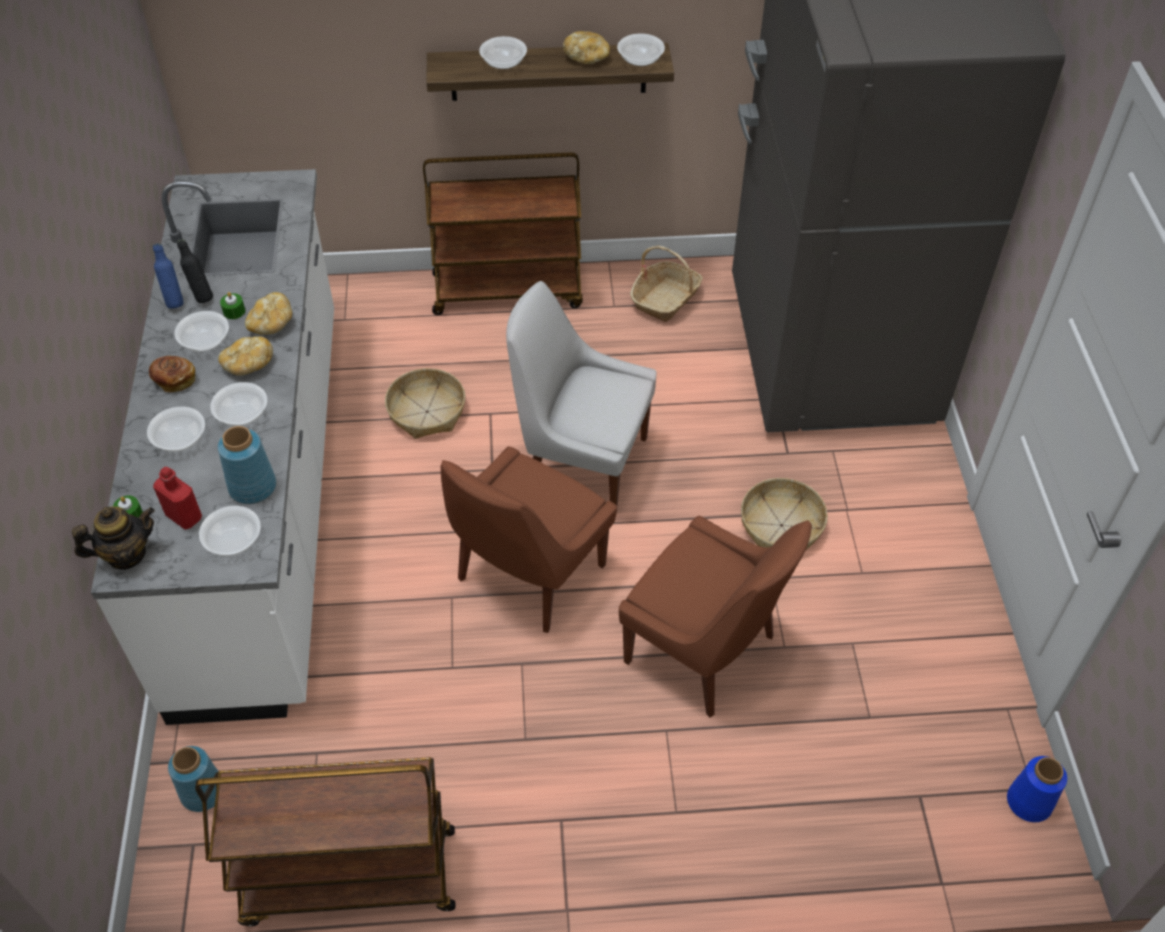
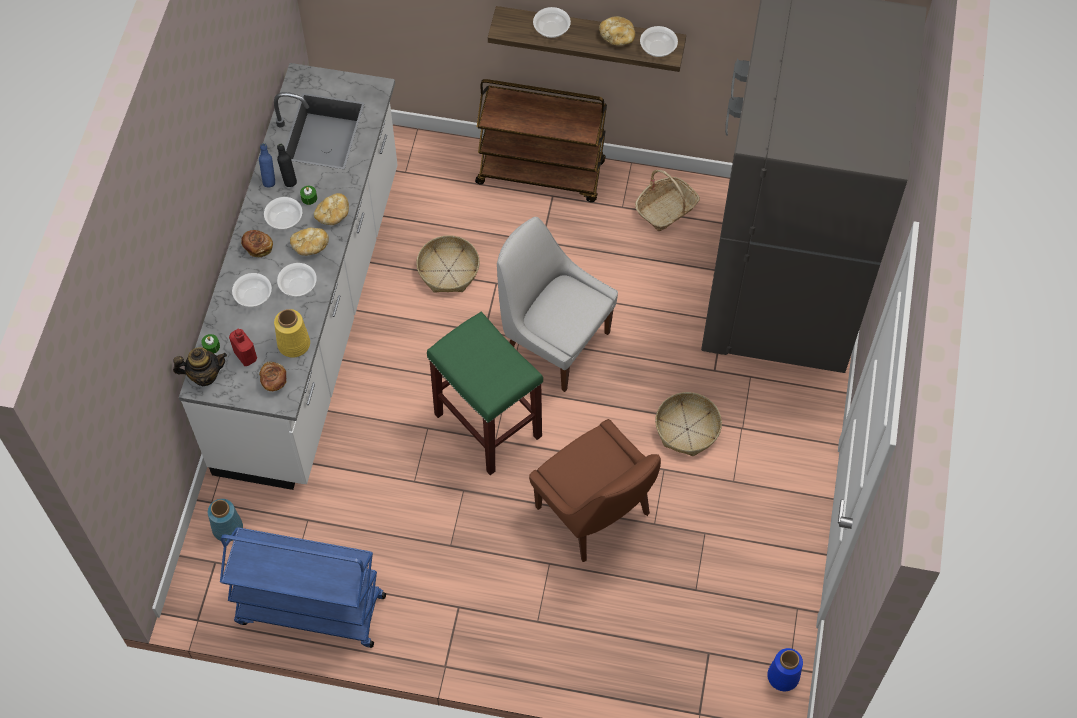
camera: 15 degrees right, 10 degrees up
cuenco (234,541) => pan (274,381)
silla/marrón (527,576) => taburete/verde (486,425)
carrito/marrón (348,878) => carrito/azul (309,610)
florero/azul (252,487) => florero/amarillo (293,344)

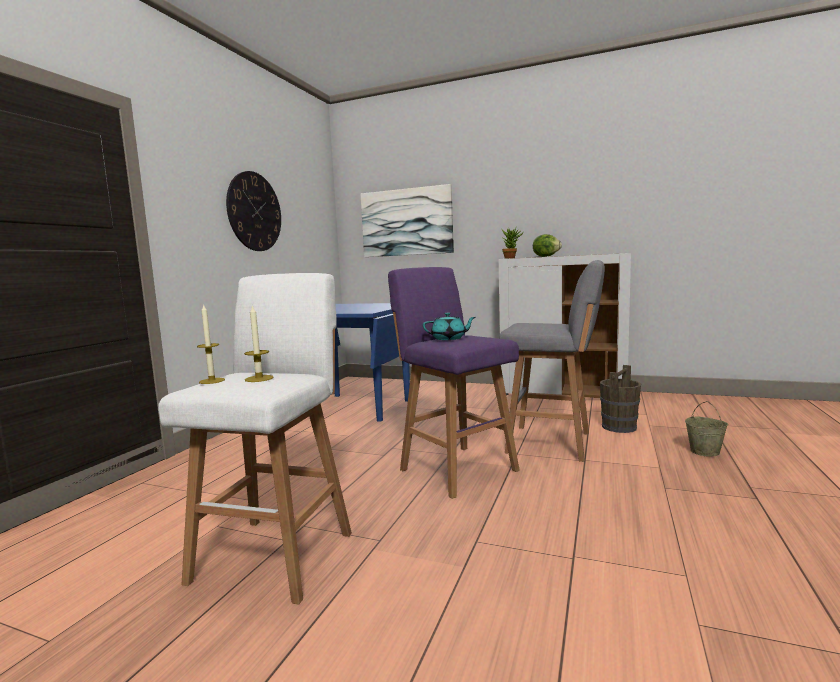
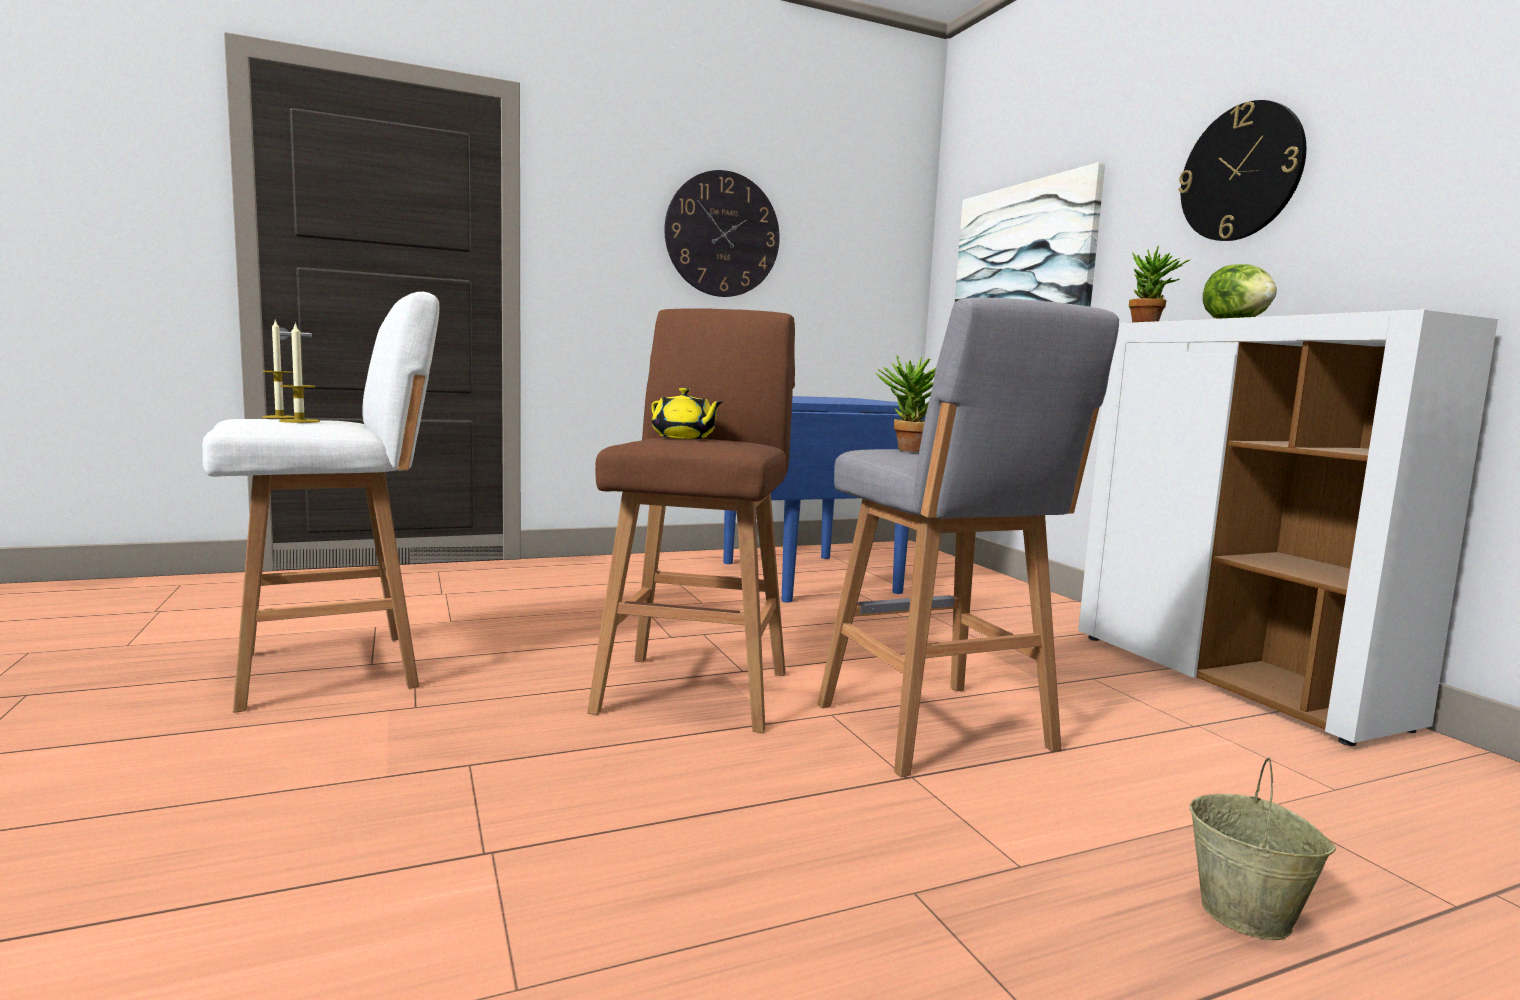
camera: 45 degrees right, 0 degrees up
cubo/marrón (619,427) => nothing
nothing => planta en maceta (907,450)
nothing => reloj de pared (1241,172)
taburete/morado (456,469) => taburete/marrón (695,689)
tetera/turquesa (449,338) => tetera/amarillo (684,437)

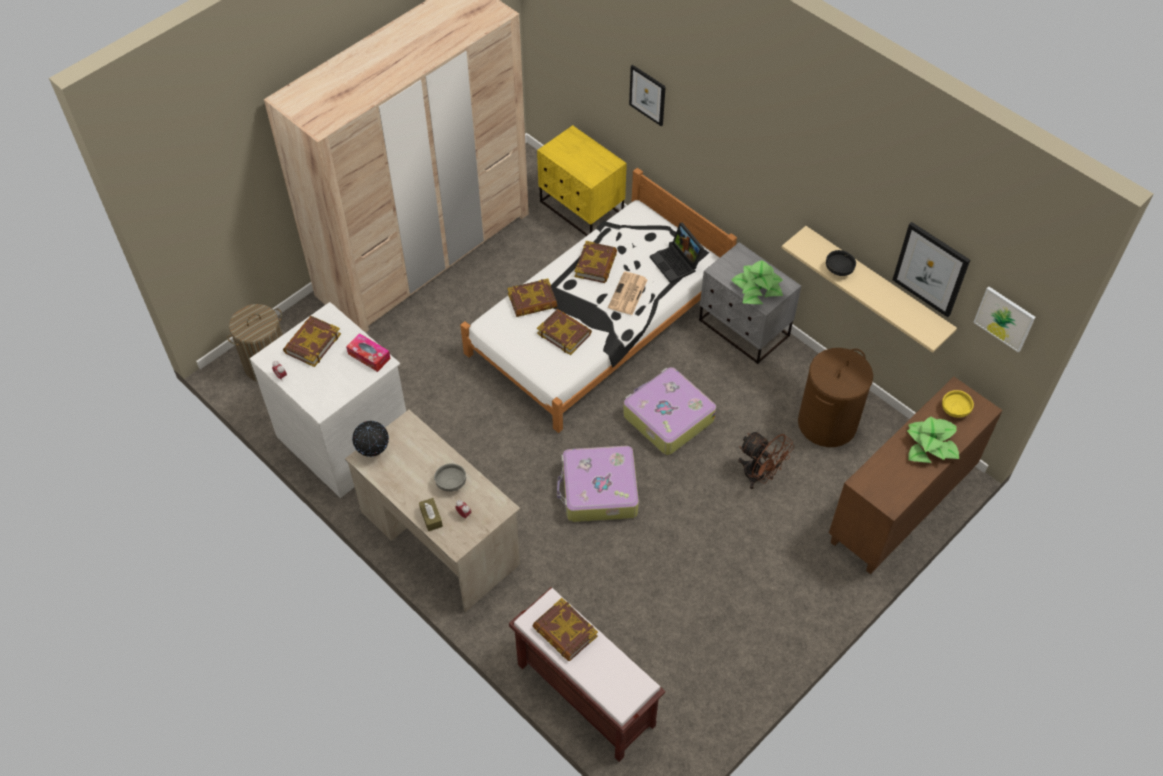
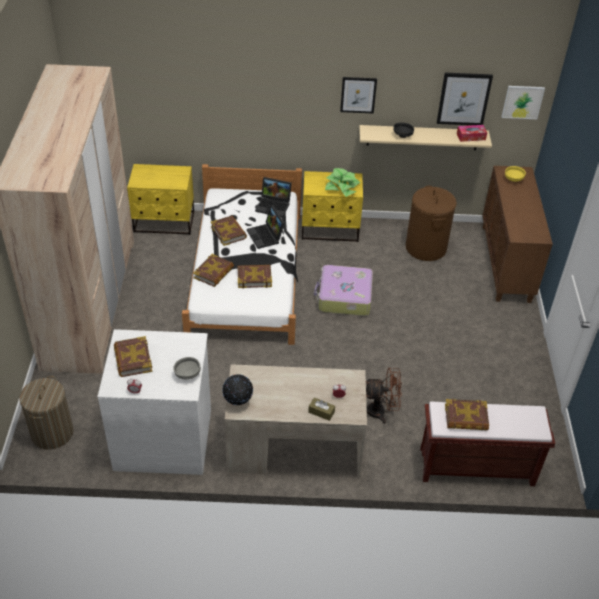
camera: 45 degrees left, 10 degrees down
maleta (598,491) => nothing
planta en maceta (931,445) => nothing
caja de pañuelos (369,356) => caja de pañuelos (471,136), shifted
cuenco/gris (451,483) => cuenco/gris (187,374), shifted
cuadro (647,95) => cuadro (358,94), shifted
ventilador/marrón (759,476) => ventilador/marrón (381,411), shifted
periódico (628,294) => portátil (266,236)
mesita de noche/gris (743,329) => mesita de noche/amarillo (330,229)

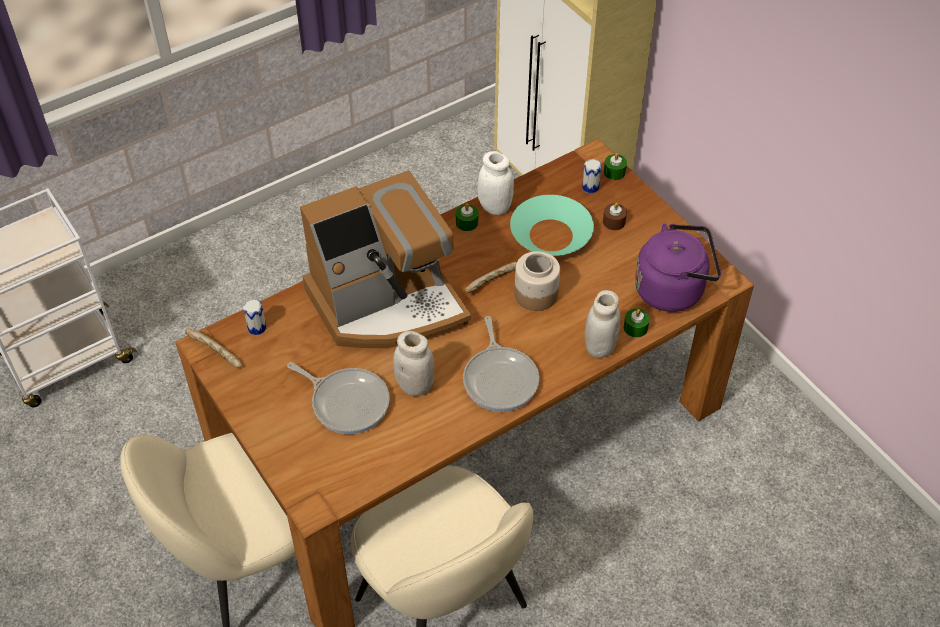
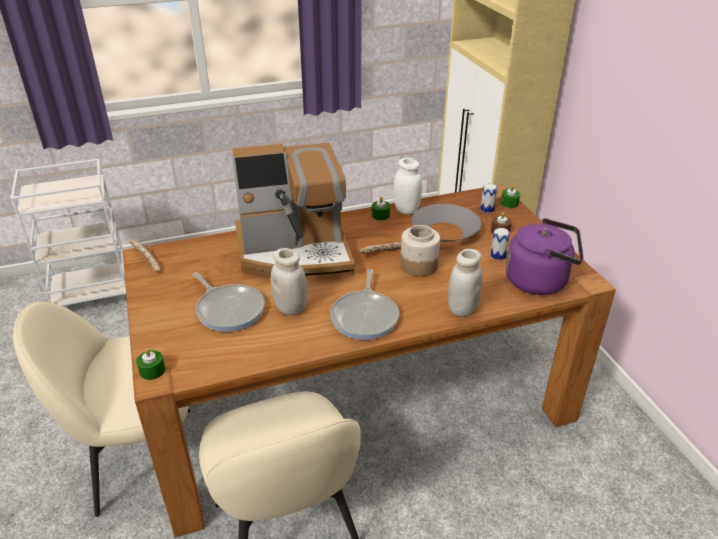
camera: 15 degrees right, 15 degrees down
lata (257,327) => lata (498,255), shifted
vela/verde (635,328) => vela/verde (152,371), shifted
cuenco/turquesa (550,235) => cuenco/gris (444,231)

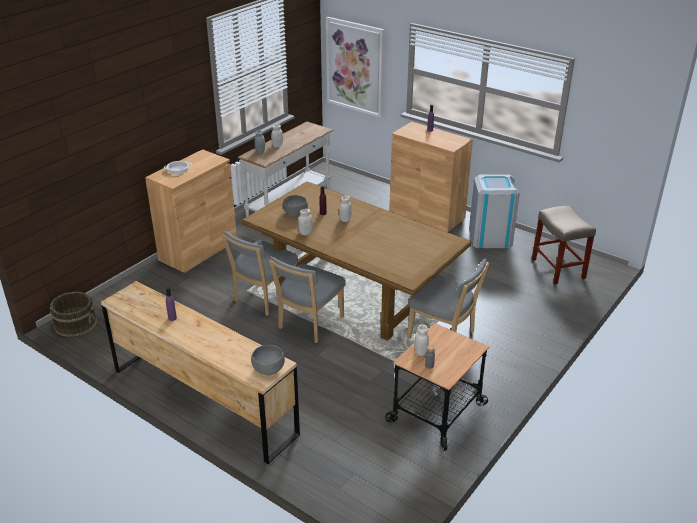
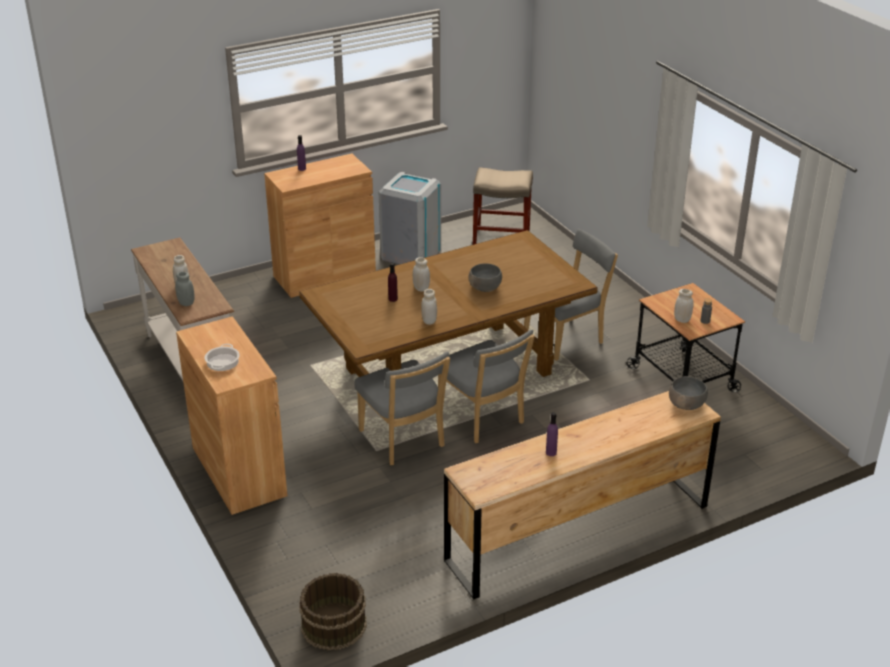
camera: 65 degrees left, 0 degrees up
cuadro (355,67) => nothing
cuenco/gris (295,213) => cuenco/gris (484,288), shifted

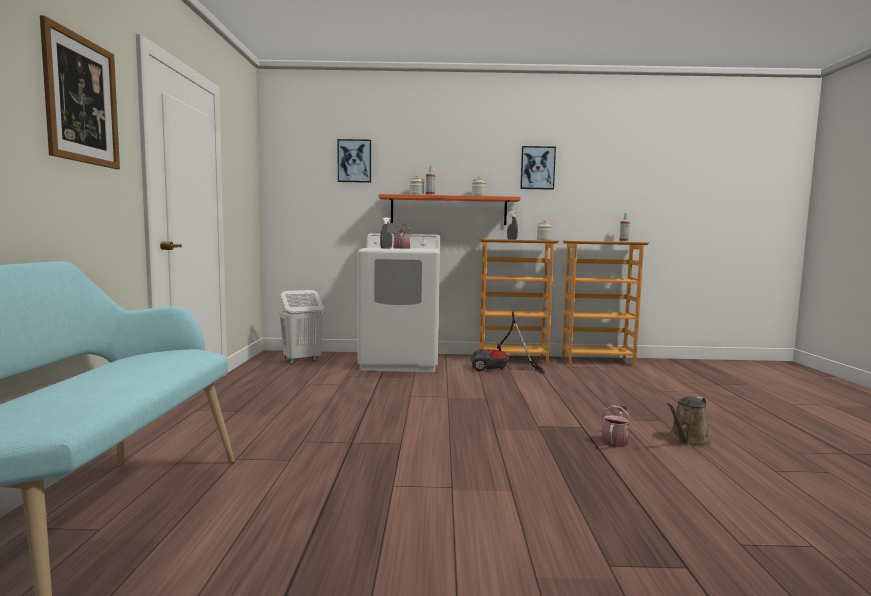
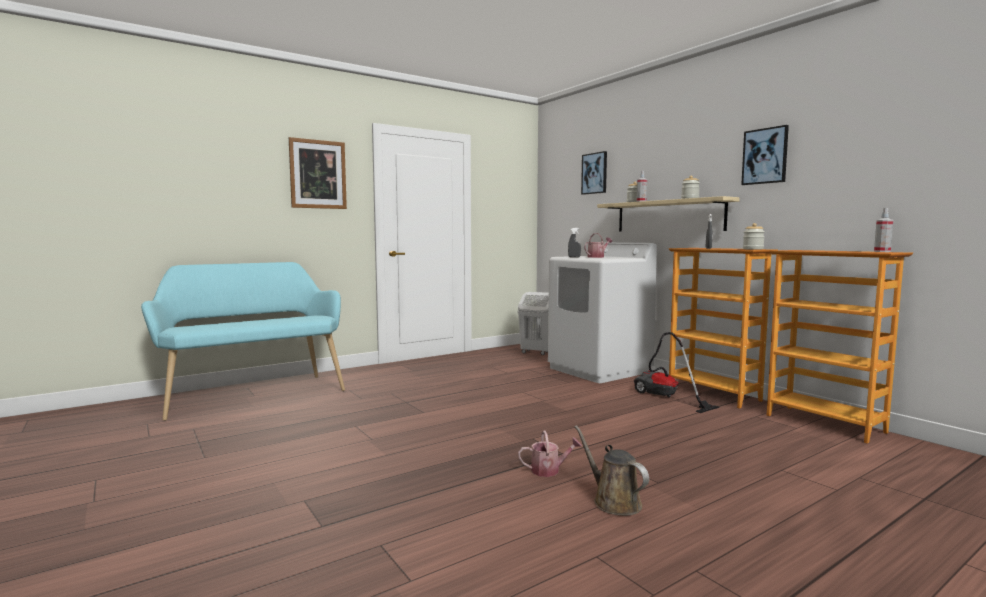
camera: 55 degrees right, 0 degrees up
estante/naranja (448,210) => estante/beis (668,216)
regadera/marrón (687,440) => regadera/marrón (613,501), 45 degrees clockwise

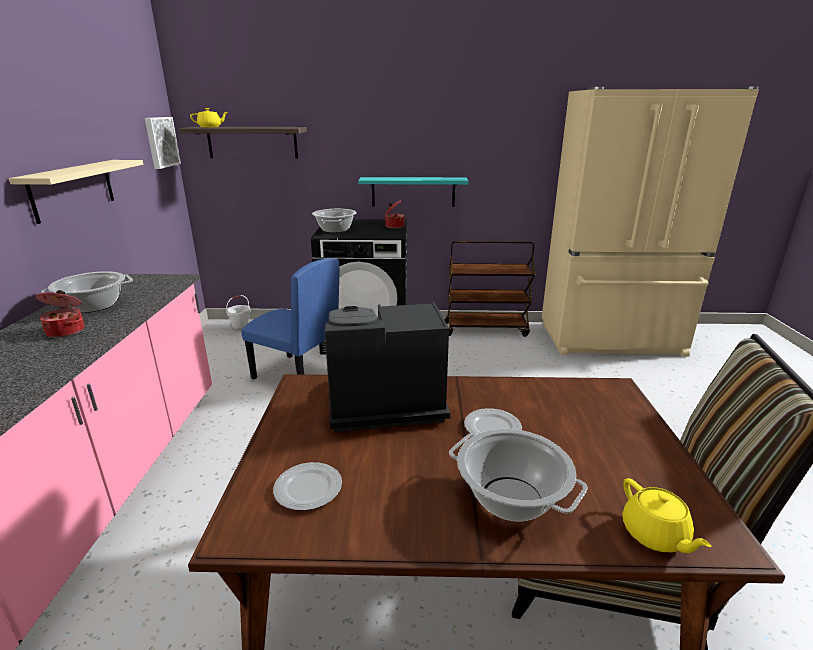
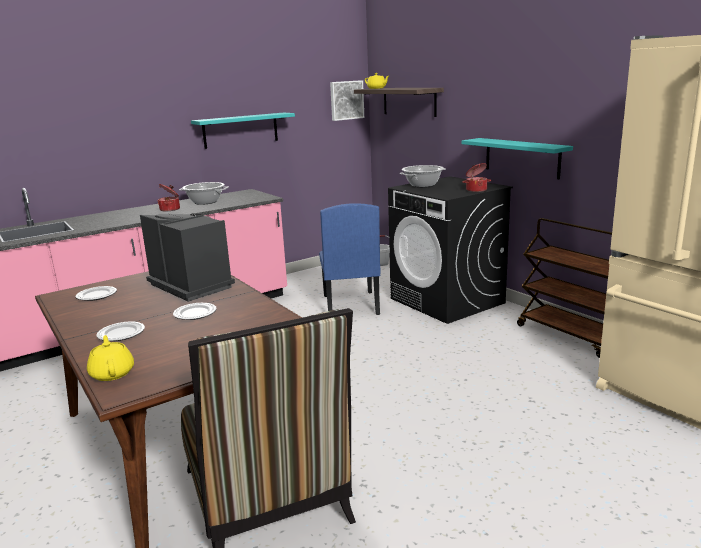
camera: 55 degrees right, 5 degrees down
olla (510,499) => plato (121,334)
estante/beis (73,189) => estante/turquesa (240,130)
tetera/amarillo (655,535) => tetera/amarillo (112,373), 120 degrees clockwise

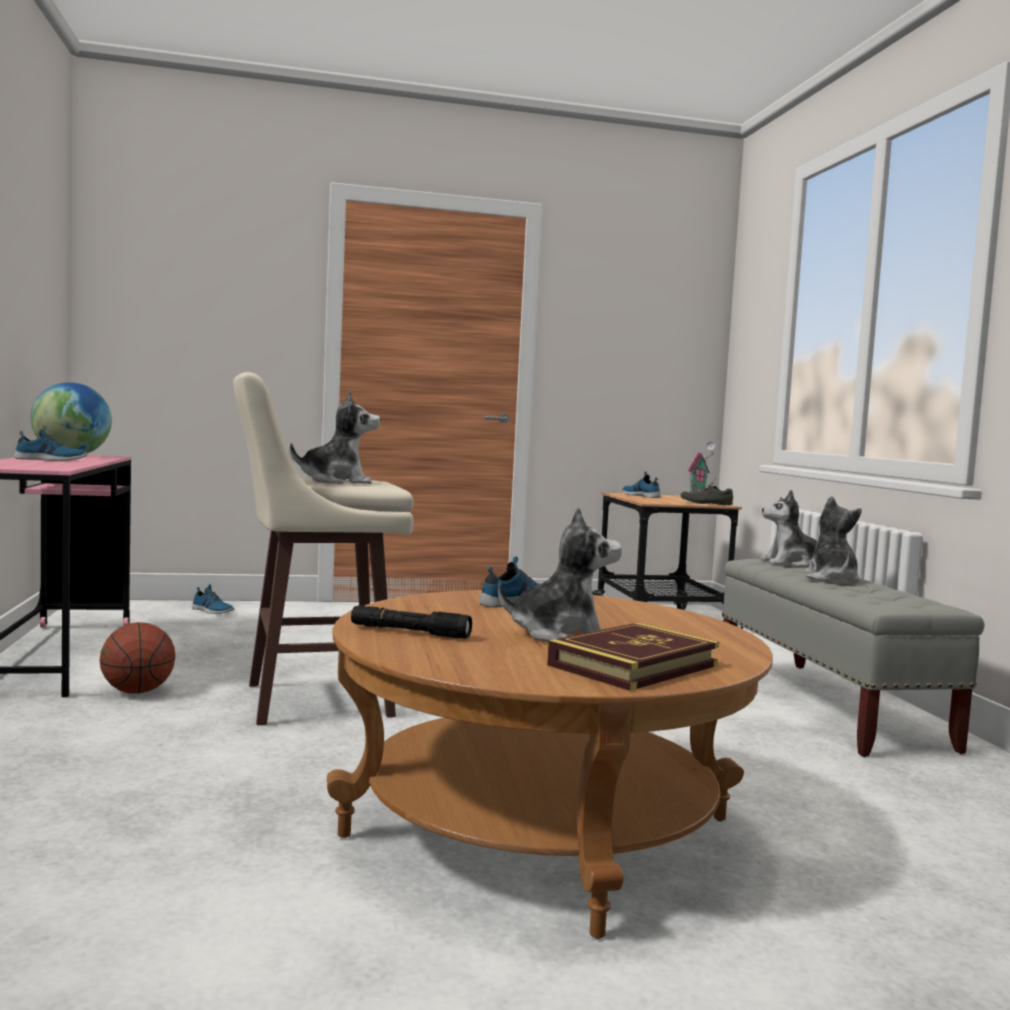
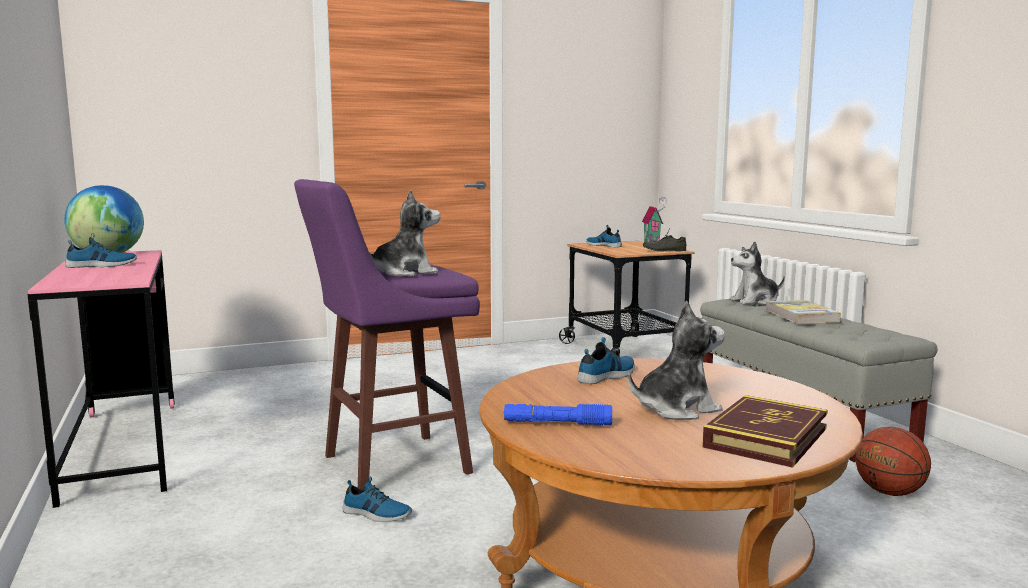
camera: 10 degrees left, 5 degrees up
balón de baloncesto (137,692) => balón de baloncesto (889,492), shifted
zapato (212,611) => zapato (376,514), shifted
peluche (831,578) => libro (801,316)
taburete/beis (312,700) => taburete/morado (391,465)
linterna/negro (409,632) => linterna/azul (557,424)

